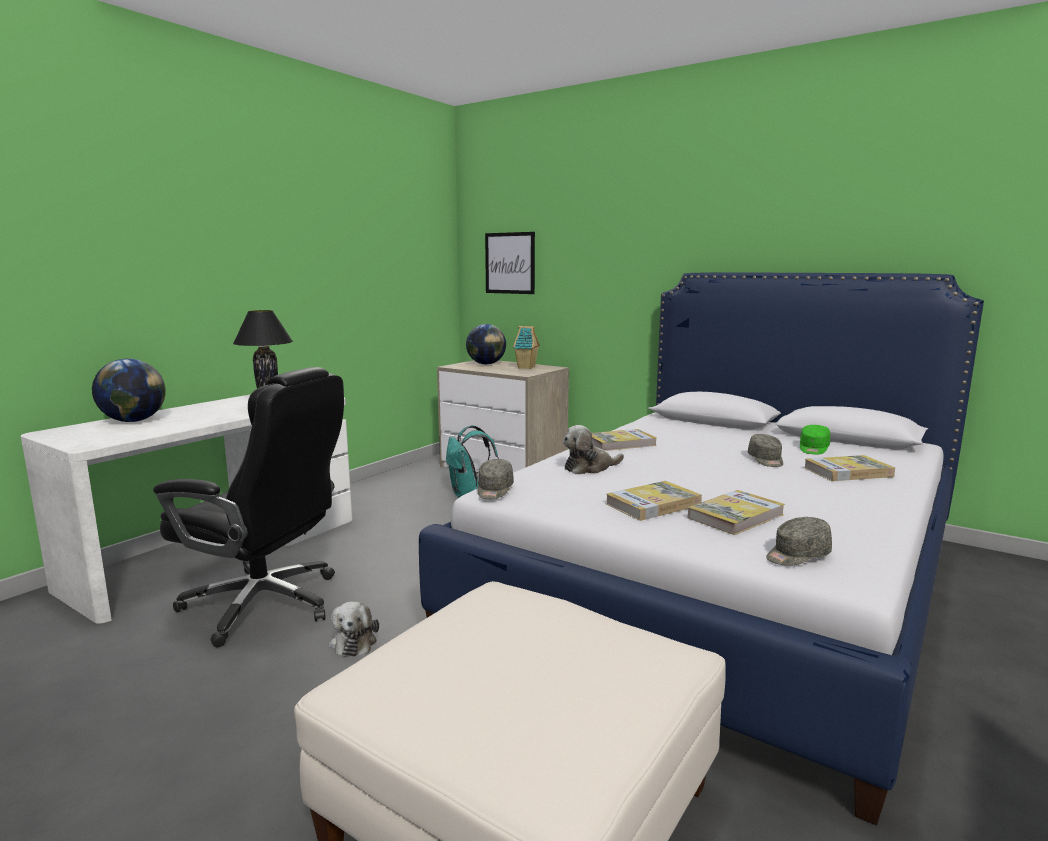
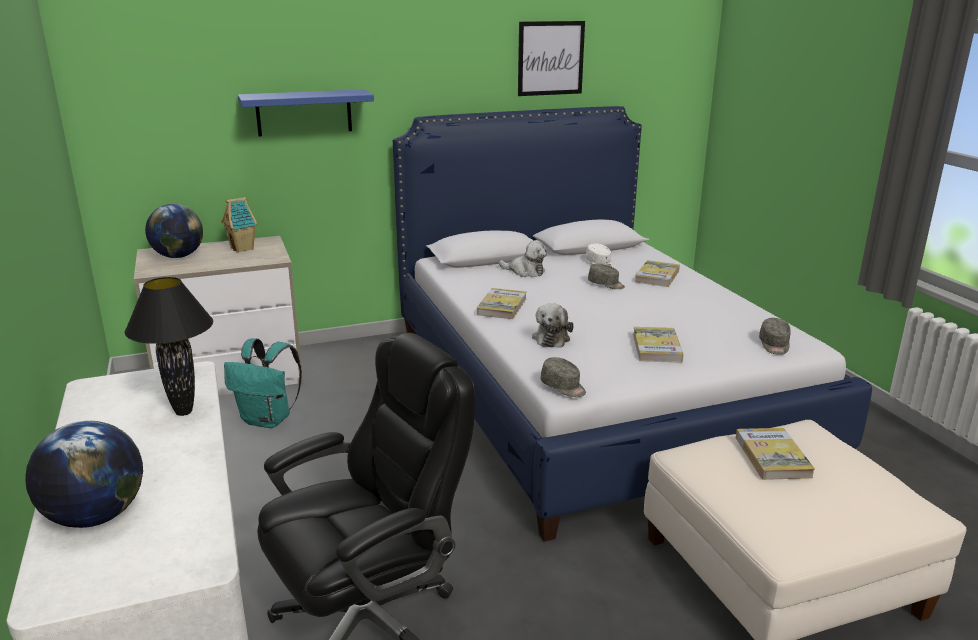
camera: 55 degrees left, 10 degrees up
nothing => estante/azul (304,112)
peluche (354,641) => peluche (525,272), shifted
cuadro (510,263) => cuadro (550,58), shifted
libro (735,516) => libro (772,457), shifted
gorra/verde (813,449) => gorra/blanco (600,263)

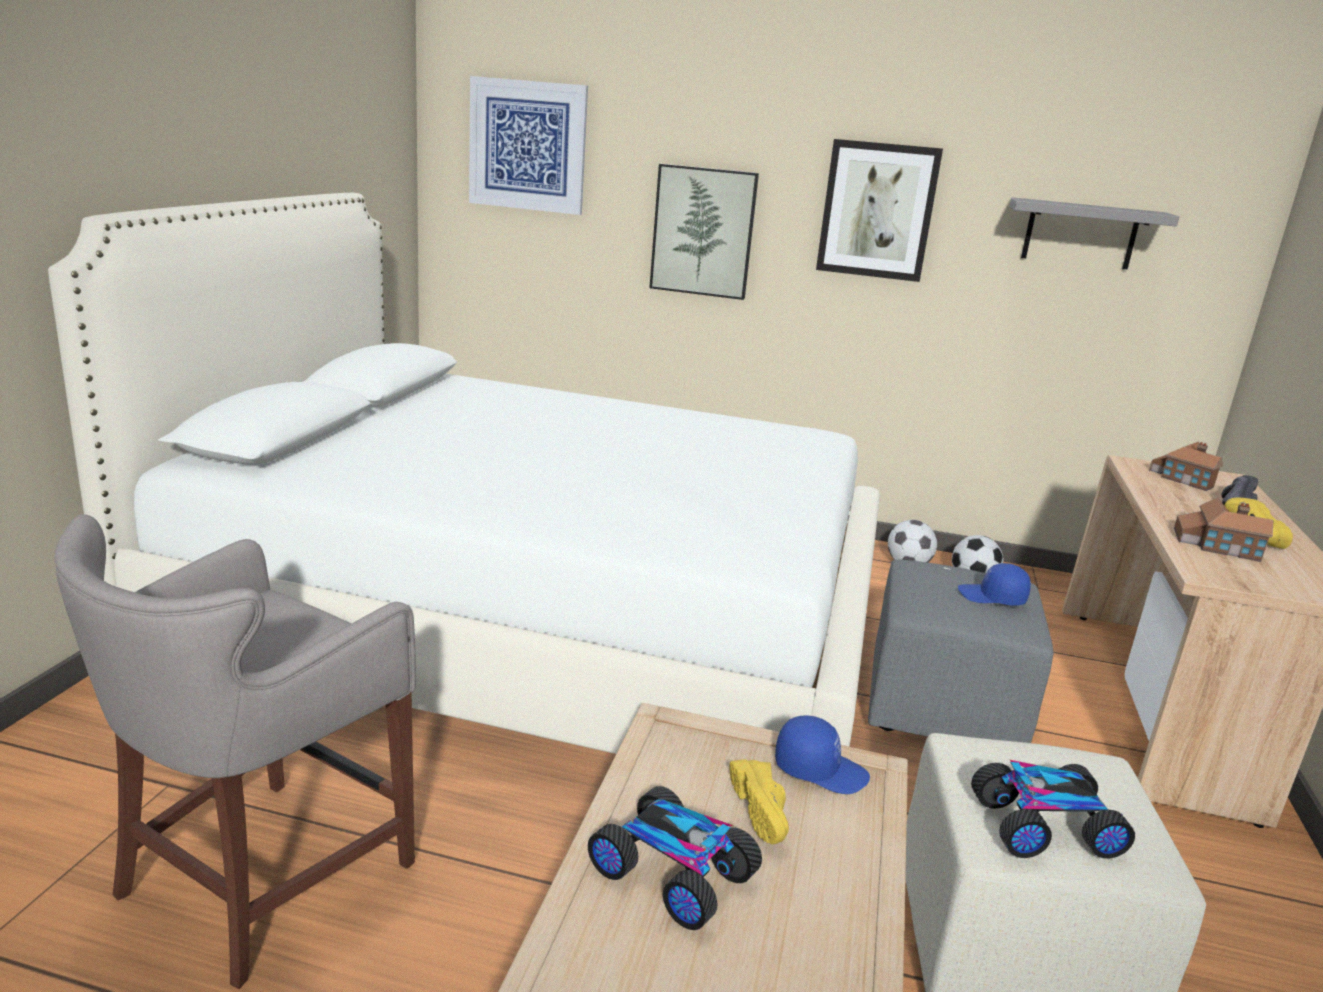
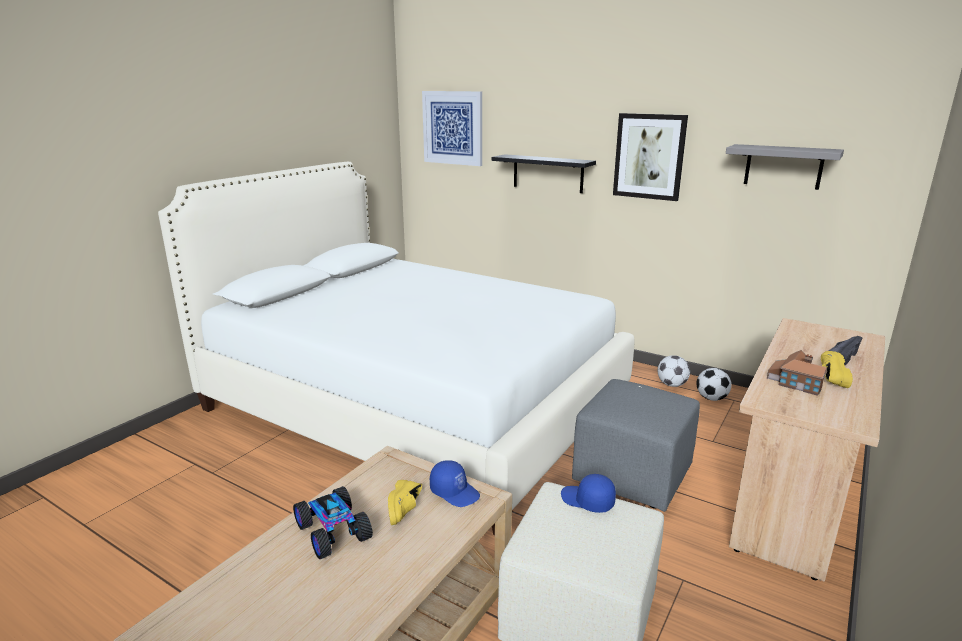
camera: 20 degrees right, 0 degrees up
taburete/gris (257,880) => nothing
coche de juguete (1046,828) => nothing
casita (1183,477) => nothing
gorra/azul (992,597) => gorra/azul (587,501), shifted
cuadro (703,232) => estante/negro (548,173)

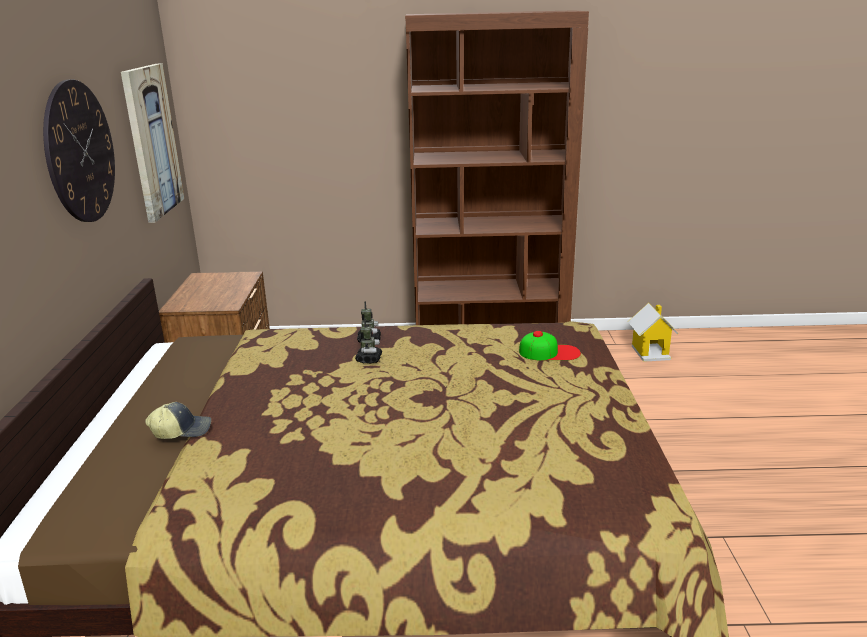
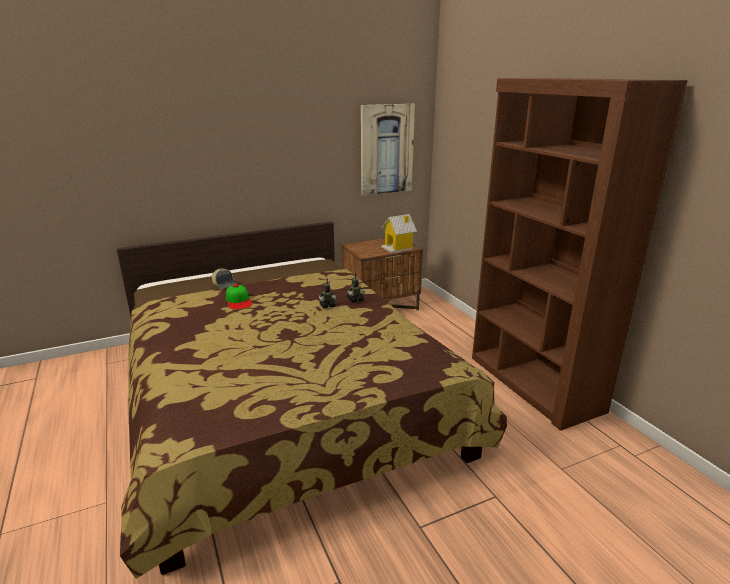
camera: 65 degrees right, 0 degrees up
reloj de pared (80,152) => nothing
gorra (549,352) => gorra (238,301), shifted
casita (650,352) => casita (398,248), shifted

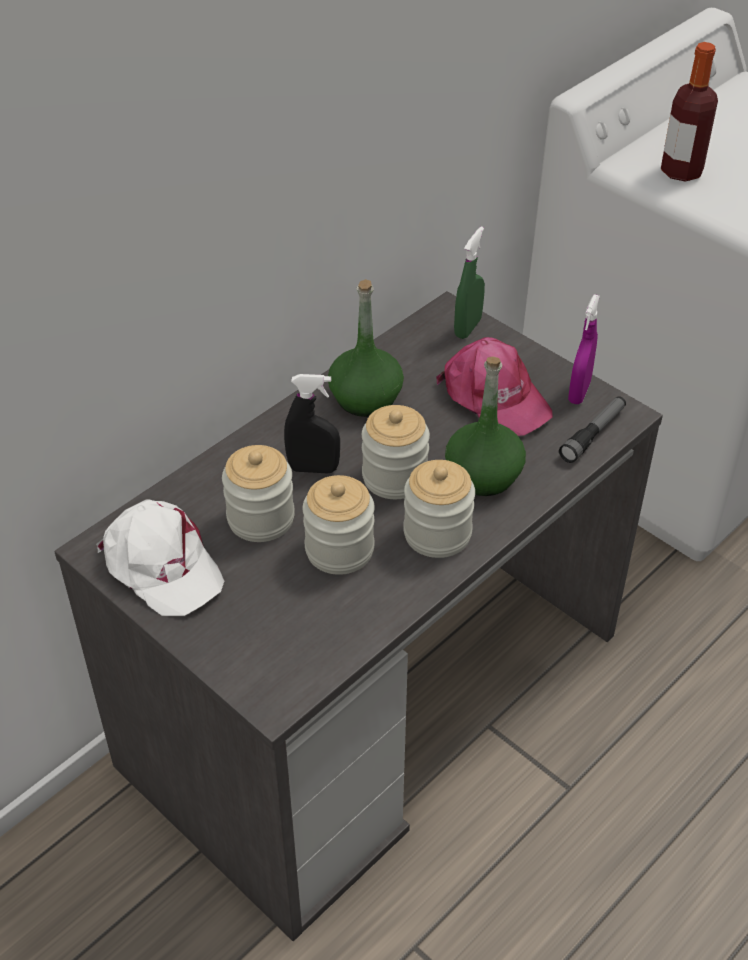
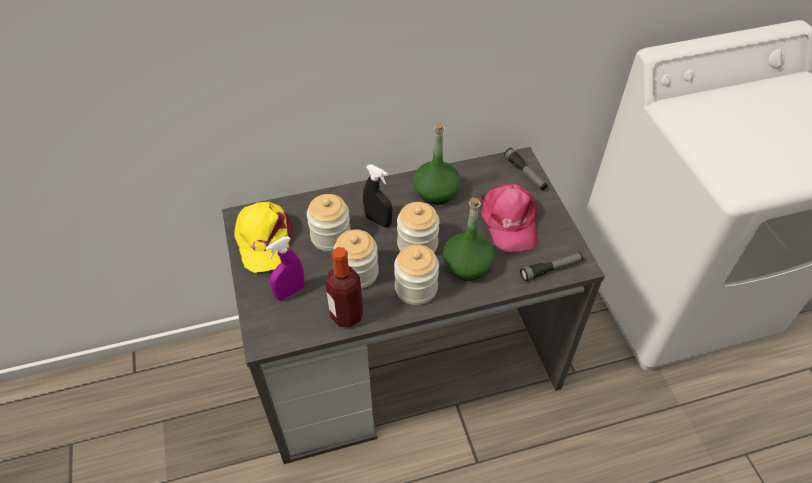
camera: 30 degrees right, 5 degrees up
pulverizador/morado (579,392) => pulverizador/morado (290,292), shifted
botella (681,171) => botella (347,315), shifted
pulverizador/verde (467,327) => linterna (525,173)
gorra/blanco (161,565) => gorra/amarillo (264,240)

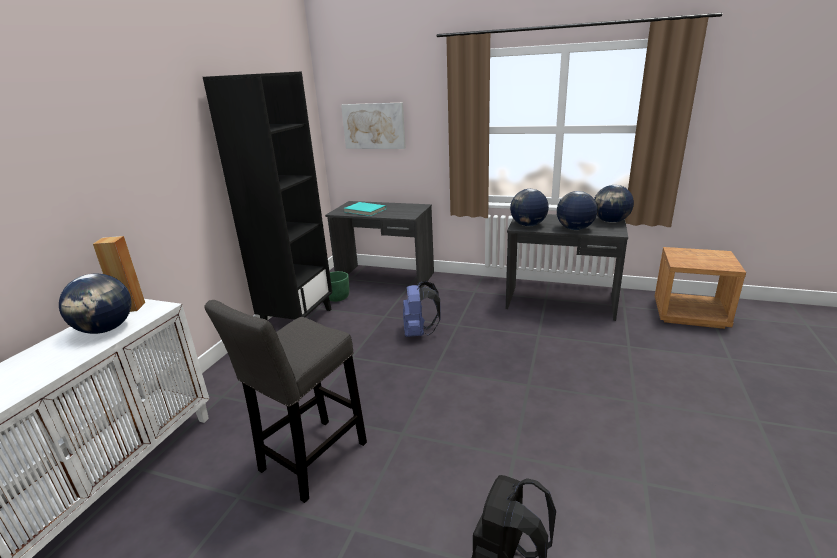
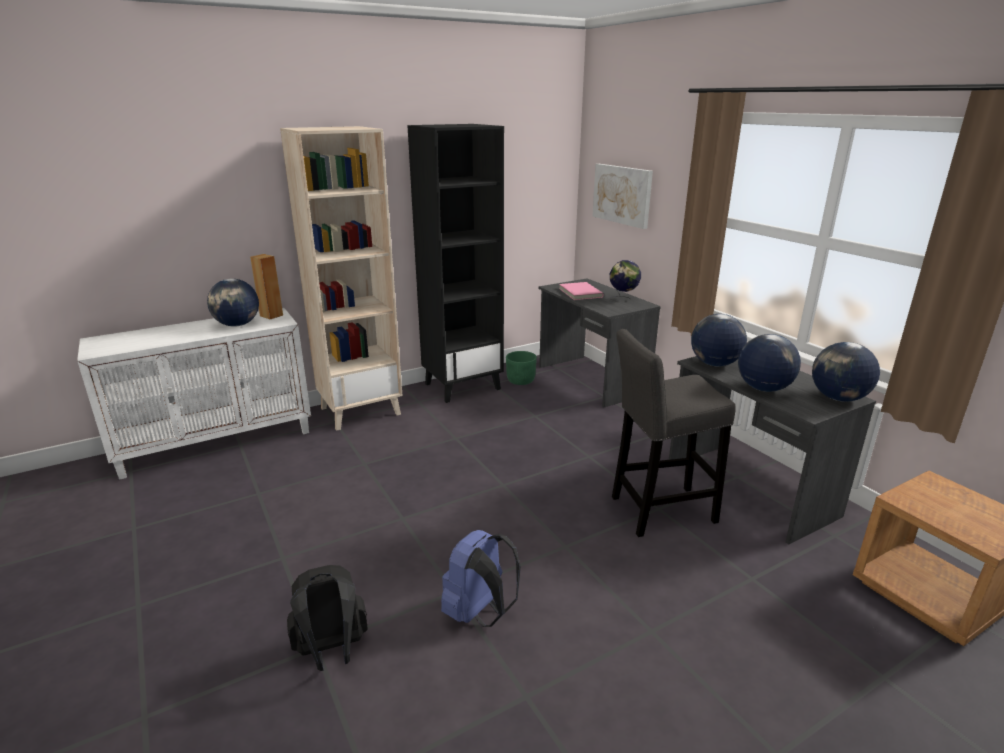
camera: 40 degrees right, 0 degrees up
nothing => estantería/beis (361,410)
nothing => globo terráqueo (623,299)
taburete/gris (309,461) => taburete/gris (657,511), shifted
mochila/azul (419,333) => mochila/azul (480,613), shifted
libro/turquesa (364,210) => libro/rosa (579,293)

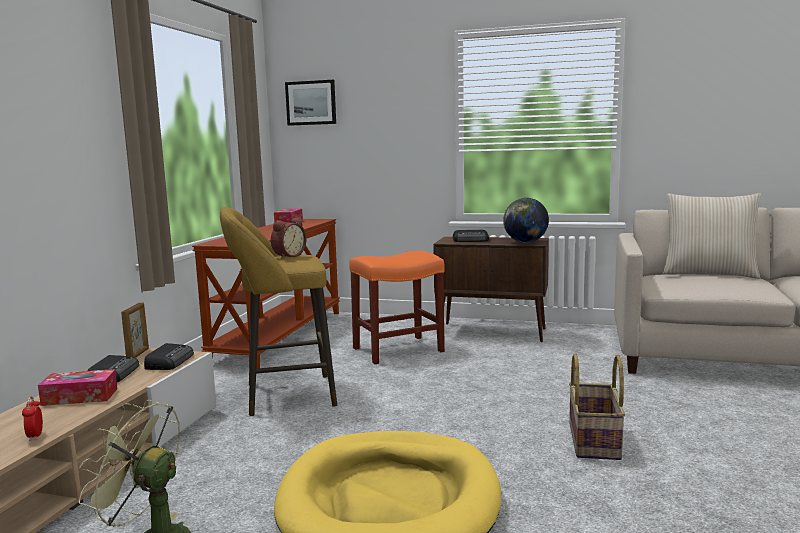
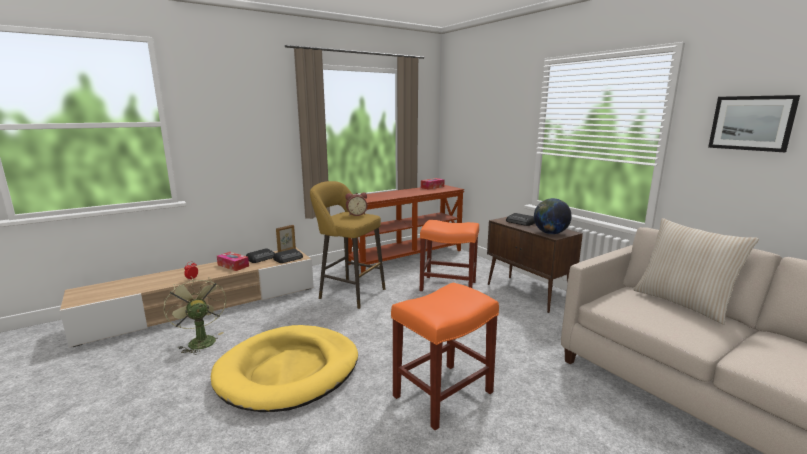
camera: 40 degrees right, 5 degrees up
cuadro (311,103) => cuadro (751,123), shifted
cesta (595,441) => taburete/naranja (442,395)

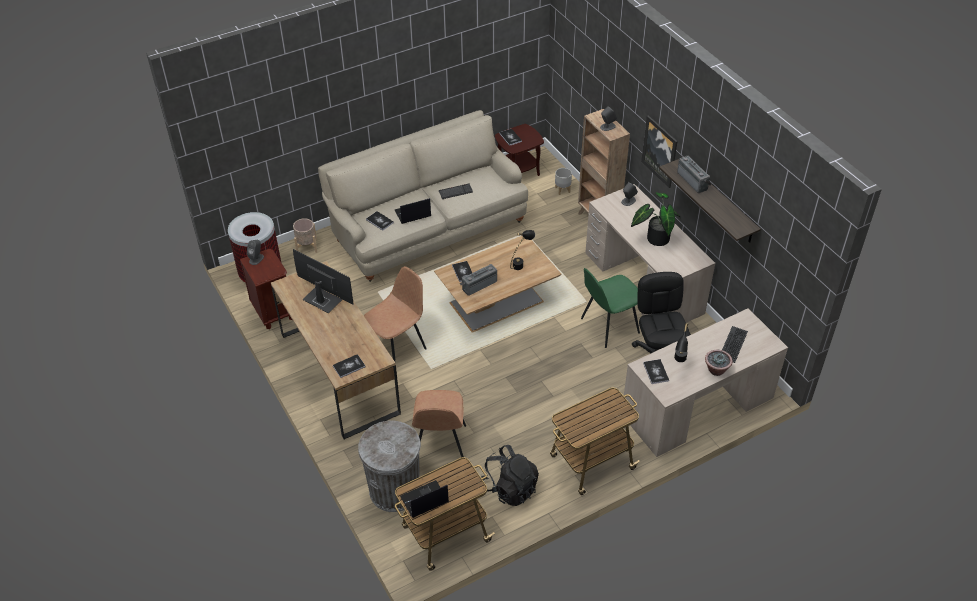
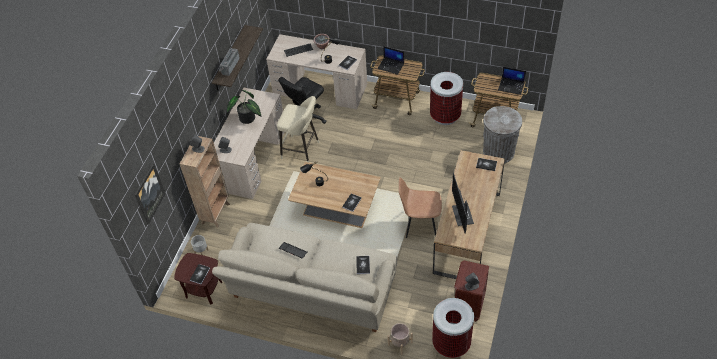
camera: 130 degrees left, 5 degrees up
silla/marrón (440,444) => nothing
radio (478,284) => nothing
portátil (412,213) => portátil (391,66), shifted
cuadro (660,151) => cuadro (149,193), shifted
mochila/negro (510,488) => papelera (445,116)
silla/verde (608,326) => taburete/beis (302,150)

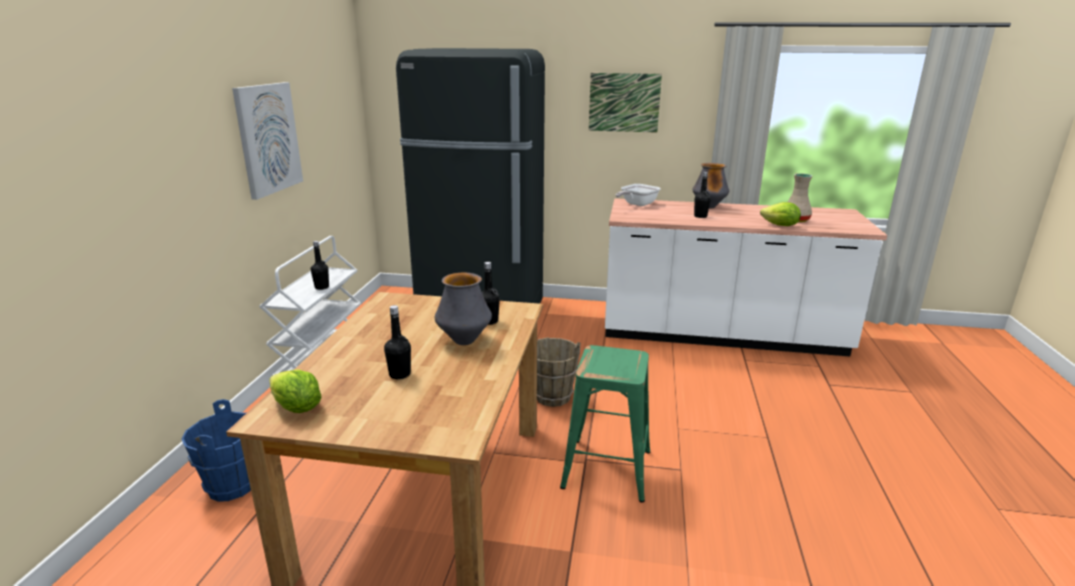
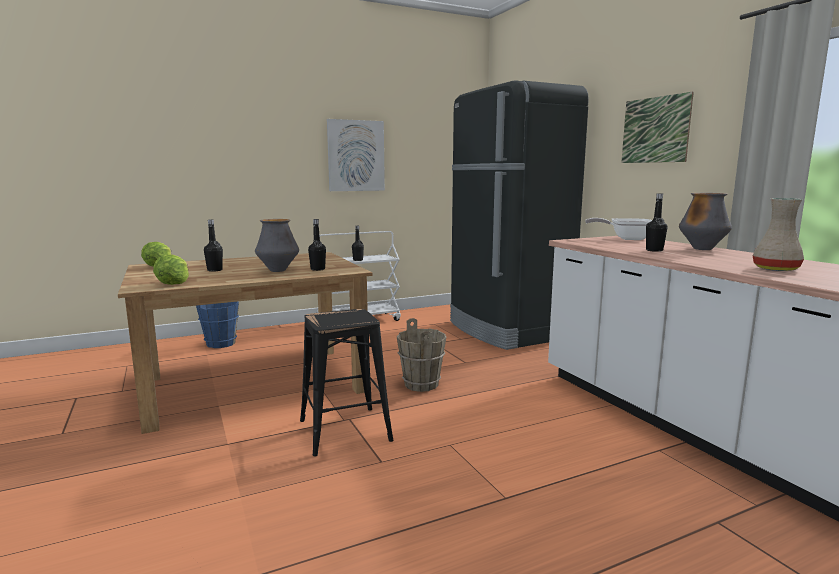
camera: 55 degrees right, 10 degrees down
lechuga (780,226) => lechuga (173,284), shifted
taburete/verde (608,469) => taburete/negro (345,430)

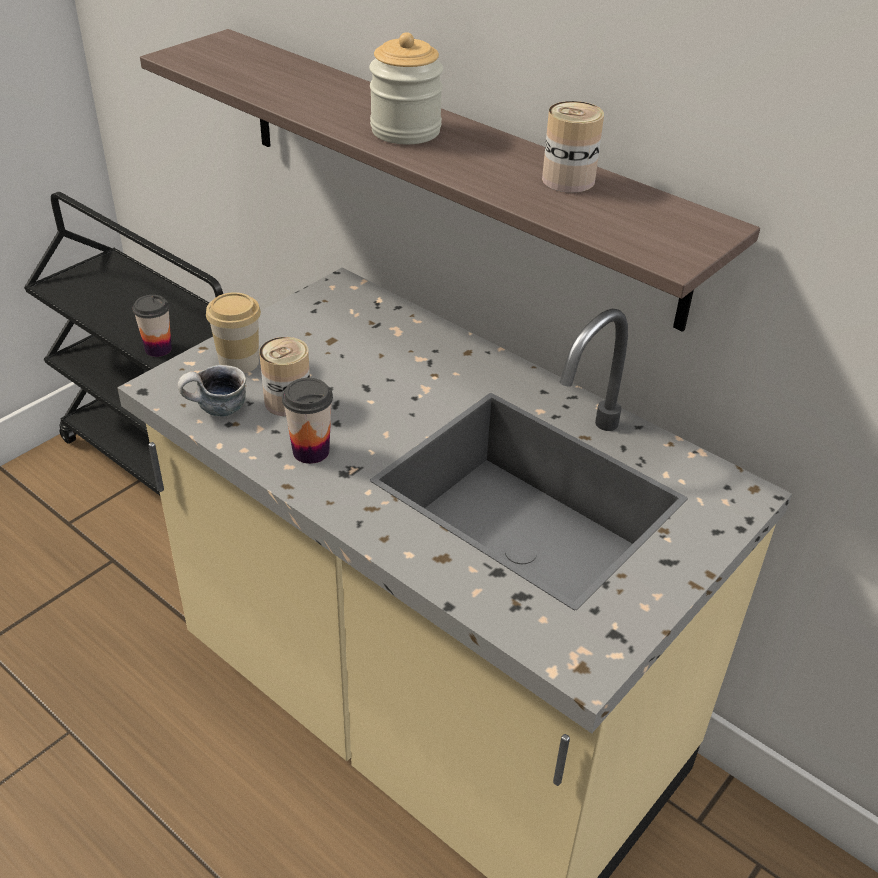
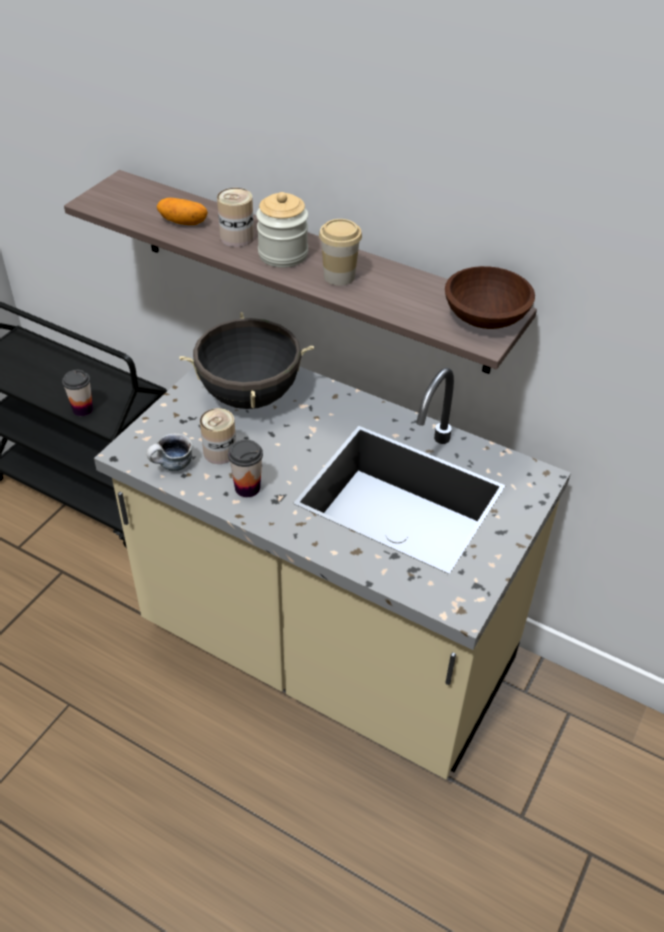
camera: 10 degrees left, 5 degrees up
nothing => patata (183,222)
nothing => olla/negro (250,396)
nothing => cuenco/marrón (484,317)
taza (239,362) => taza (339,276), shifted
lata (568,180) => lata (237,237), shifted

